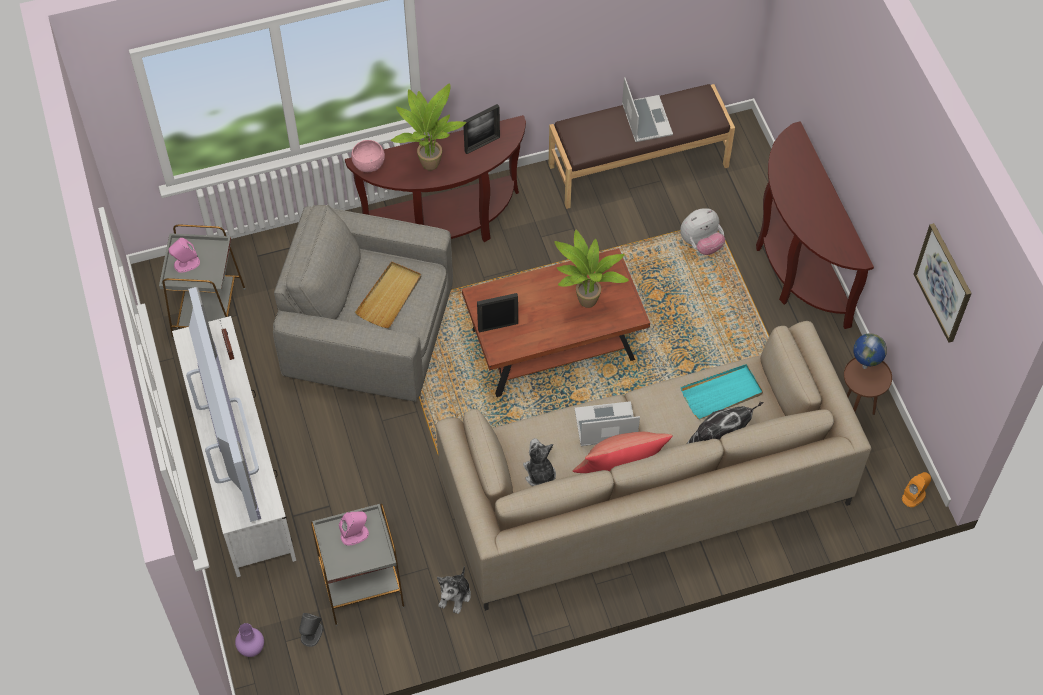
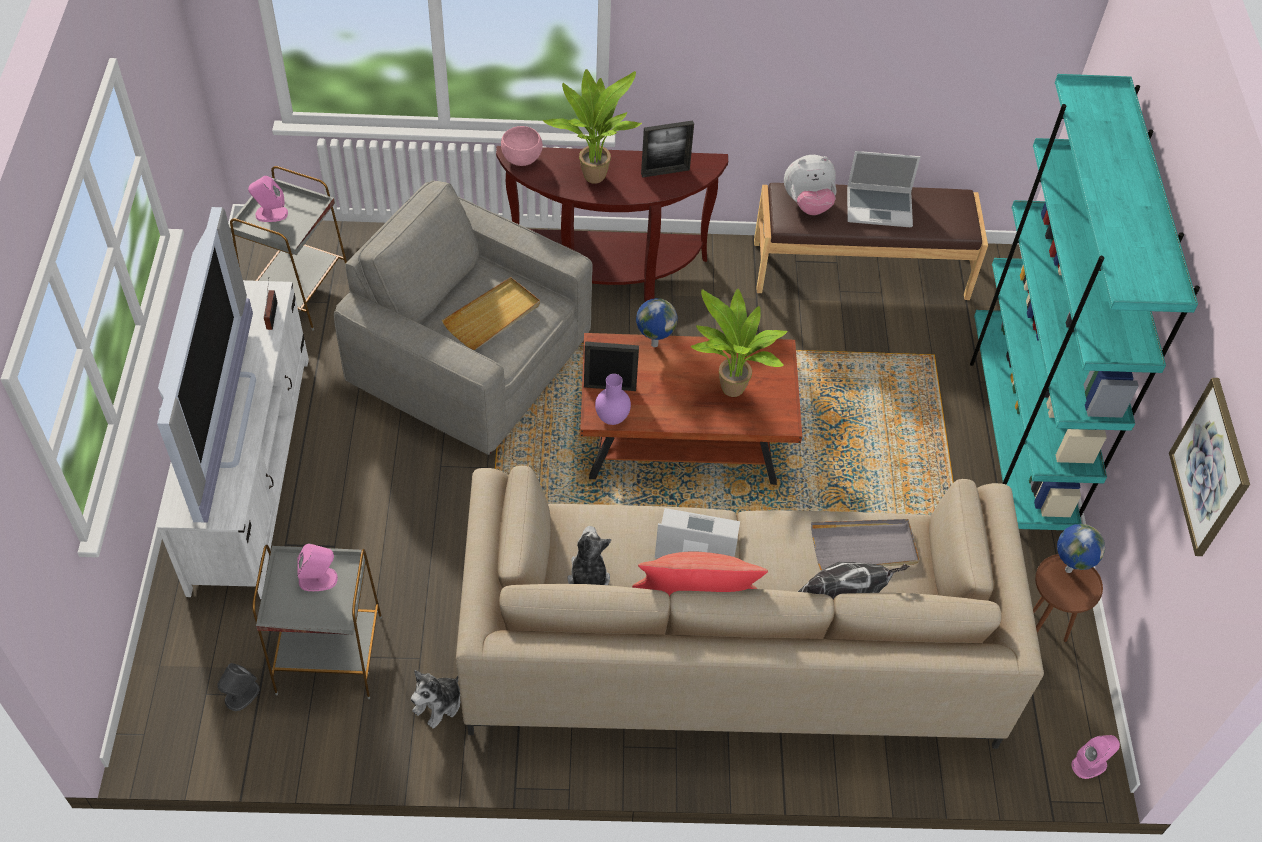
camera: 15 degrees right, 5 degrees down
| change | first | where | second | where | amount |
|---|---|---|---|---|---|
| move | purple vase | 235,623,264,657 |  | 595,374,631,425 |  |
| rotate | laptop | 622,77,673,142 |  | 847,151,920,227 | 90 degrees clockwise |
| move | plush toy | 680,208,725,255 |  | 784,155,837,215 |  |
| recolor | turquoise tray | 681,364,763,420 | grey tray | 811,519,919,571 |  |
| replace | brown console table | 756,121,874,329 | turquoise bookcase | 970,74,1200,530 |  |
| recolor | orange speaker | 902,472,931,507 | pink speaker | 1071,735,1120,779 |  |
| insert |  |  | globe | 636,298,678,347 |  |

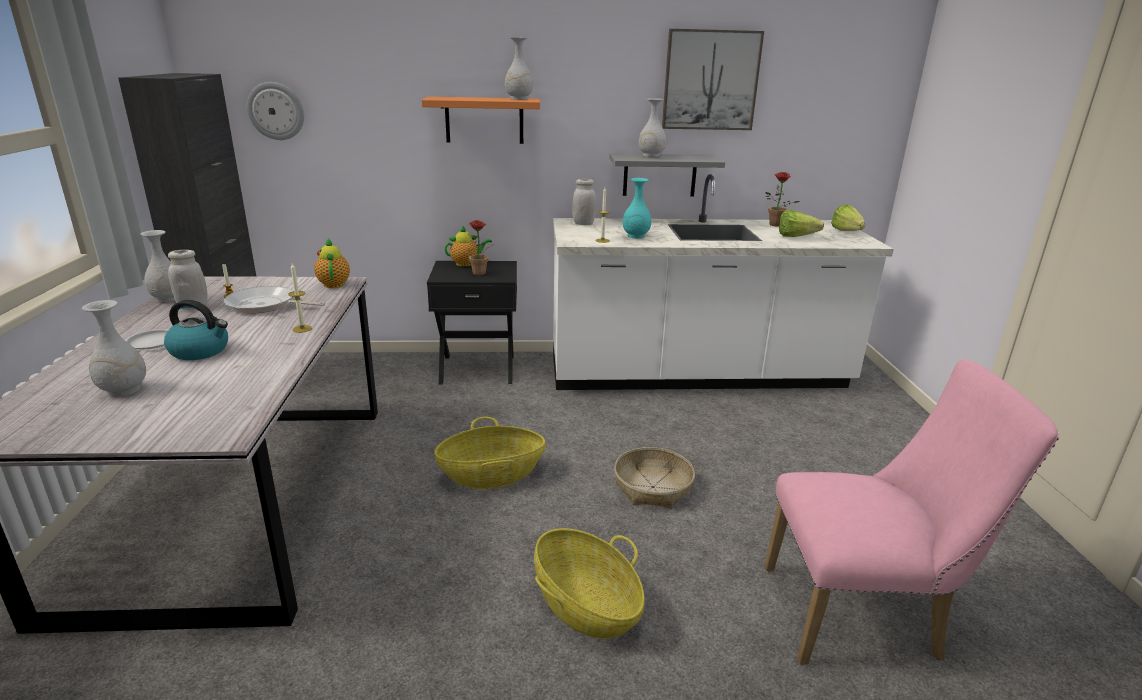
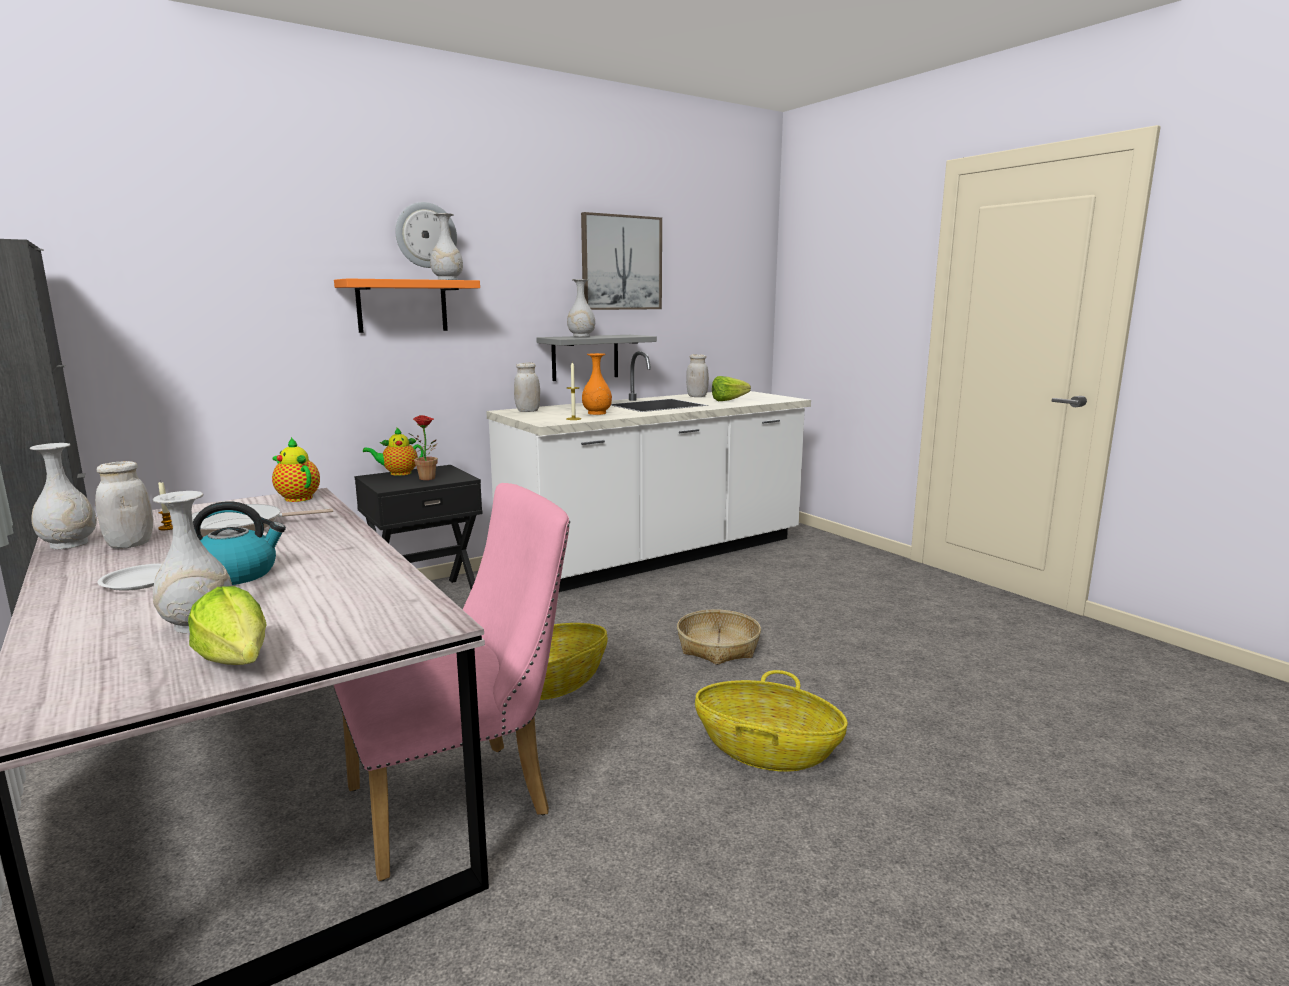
camera: 30 degrees left, 10 degrees down
| change | first | where | second | where | amount |
|---|---|---|---|---|---|
| move | wall clock | 247,82,304,140 |  | 395,202,457,268 |  |
| delete | candle | 288,263,312,333 |  |  |  |
| rotate | teapot | 444,226,492,266 |  | 363,427,424,476 | 150 degrees counterclockwise |
| recolor | turquoise vase | 623,178,651,238 | orange vase | 582,353,612,415 |  |
| replace | potted plant | 765,172,800,226 | white jar | 686,354,709,397 |  |
| move | pink chair | 765,359,1059,665 |  | 334,483,570,881 |  |
| move | lettuce | 831,204,865,231 |  | 188,586,267,665 |  |

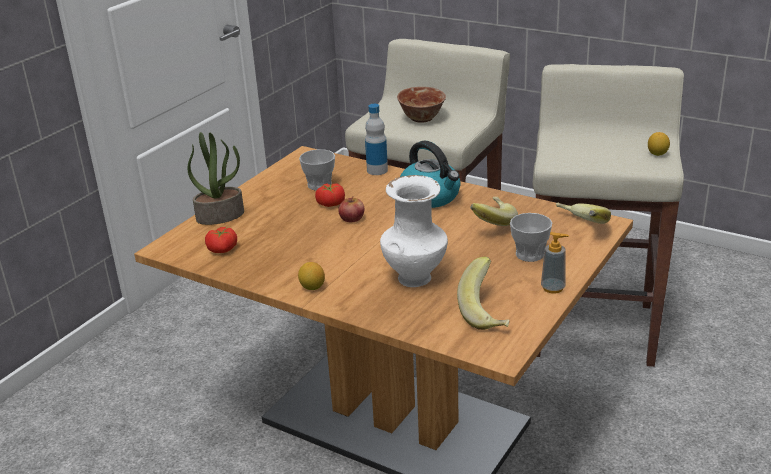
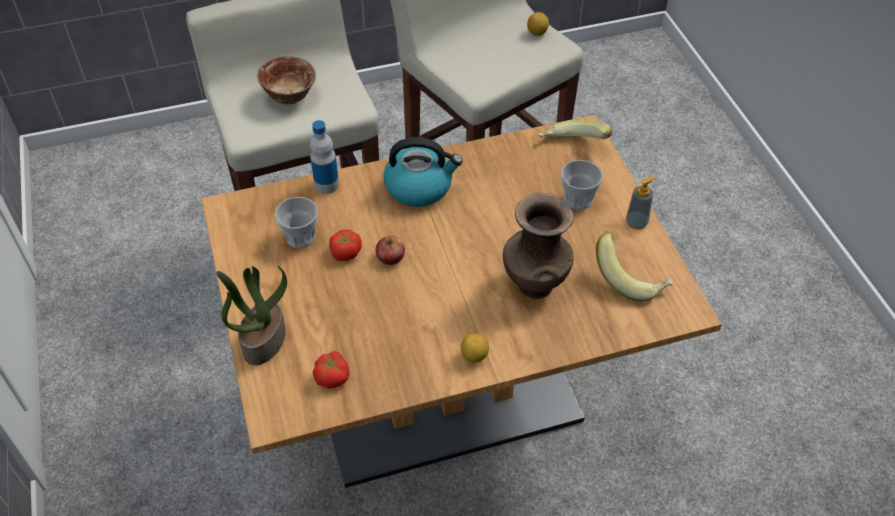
camera: 50 degrees left, 20 degrees up
| change | first | where | second | where | amount |
|---|---|---|---|---|---|
| recolor | white vase | 380,175,448,287 | brown vase | 503,193,574,299 |  |
| delete | banana | 470,197,518,226 |  |  |  |

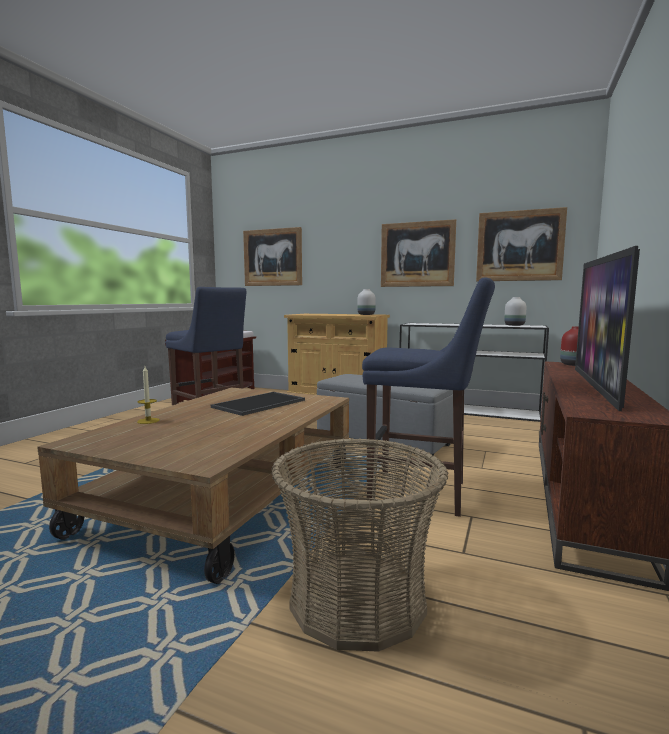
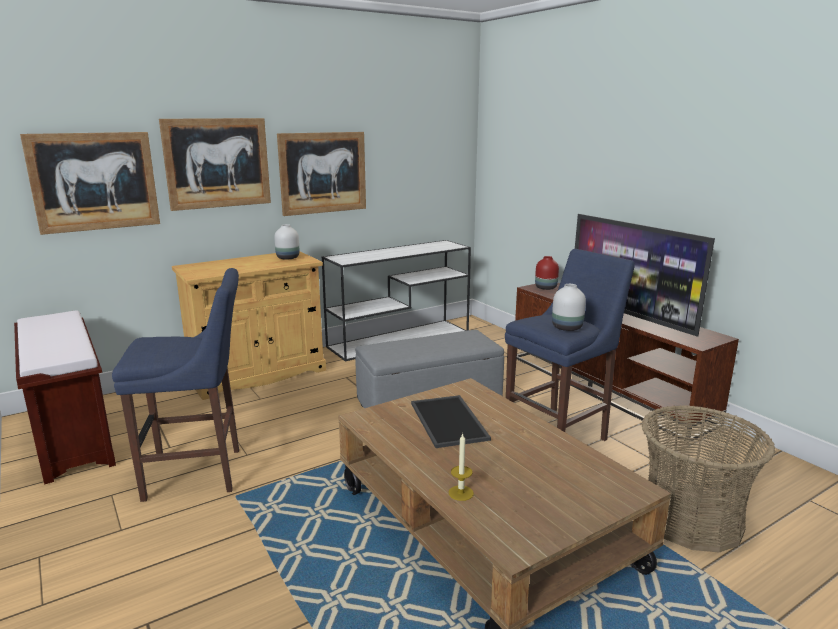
camera: 55 degrees left, 10 degrees up
| change | first | where | second | where | amount |
|---|---|---|---|---|---|
| move | picture | 476,207,567,281 |  | 159,118,271,211 |  |
| move | white vase | 504,297,526,326 |  | 552,284,586,331 |  |

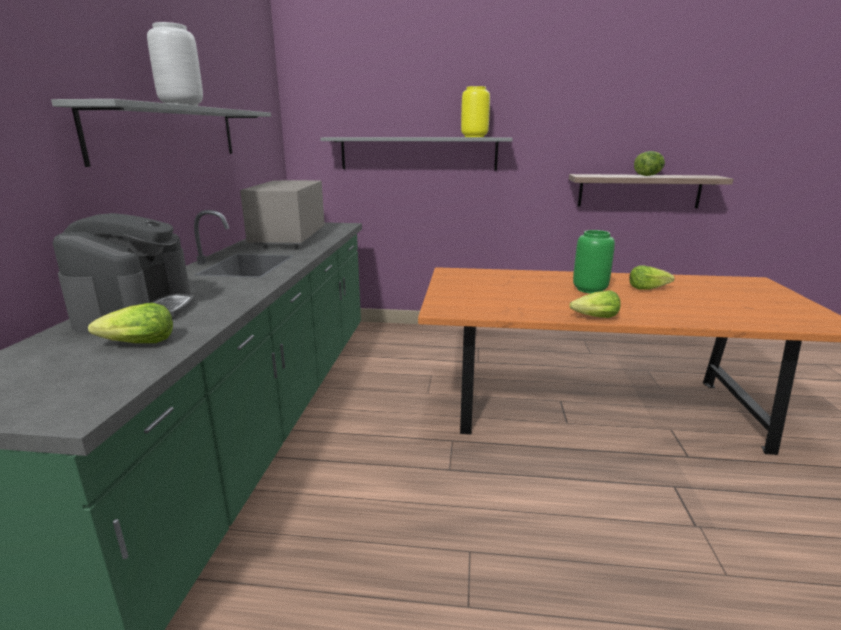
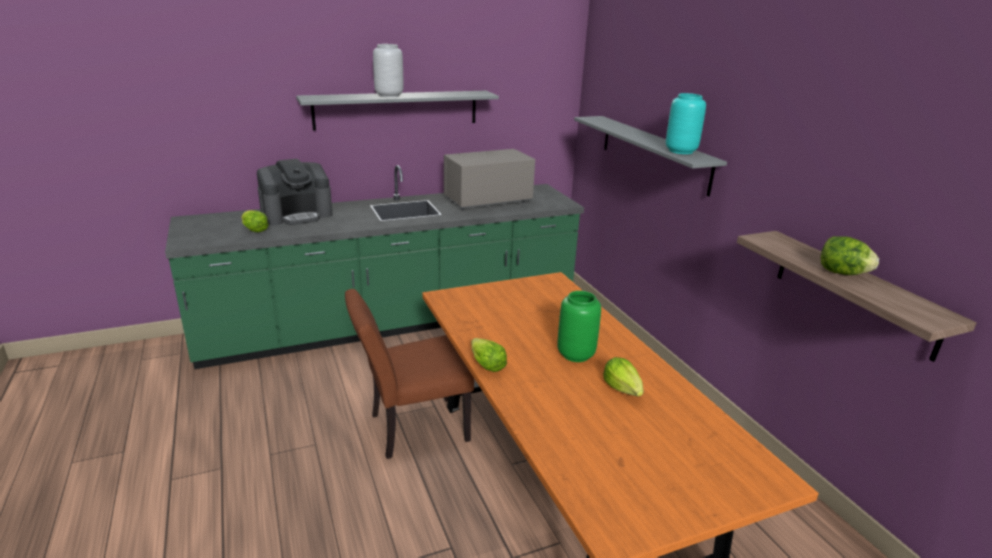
camera: 60 degrees right, 5 degrees up
| change | first | where | second | where | amount |
|---|---|---|---|---|---|
| recolor | yellow vase | 461,86,490,137 | turquoise vase | 666,93,706,154 |  |
| insert |  |  | brown chair | 345,289,474,459 |  |

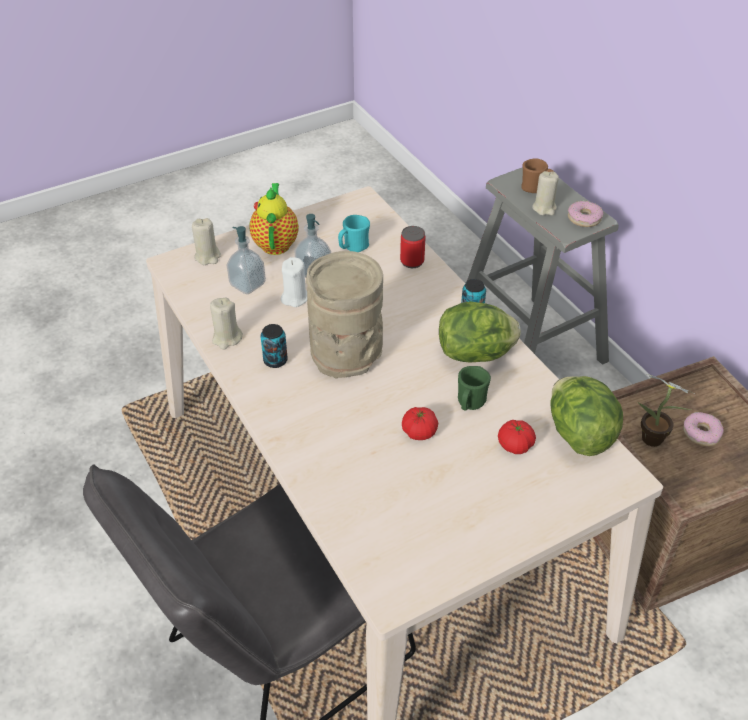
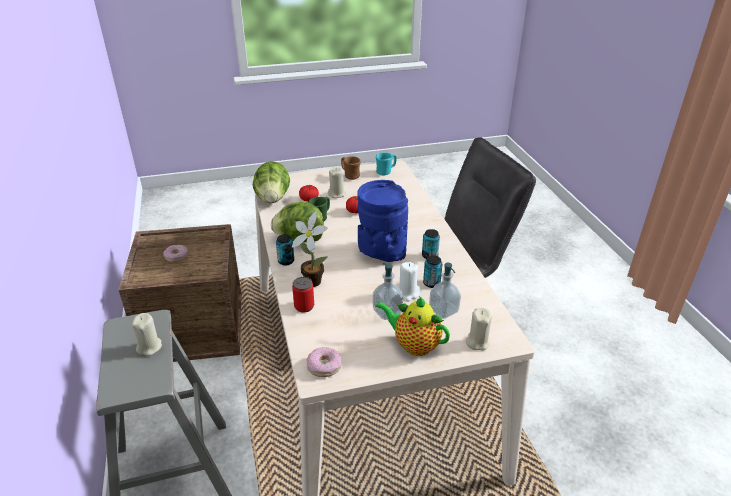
camera: 165 degrees left, 10 degrees down
| change | first | where | second | where | amount |
|---|---|---|---|---|---|
| move | beige candle | 210,298,243,350 |  | 328,167,346,198 |  |
| rotate | teapot | 249,183,299,255 |  | 375,296,450,356 | 105 degrees clockwise |
| recolor | beige vase | 306,251,383,378 | blue vase | 357,180,408,262 |  |
| move | turquoise mug | 338,215,370,252 |  | 376,152,397,175 |  |
| move | brown mug | 521,158,554,193 |  | 341,156,361,180 |  |
| move | donut | 568,201,603,227 |  | 307,347,341,377 |  |
| move | potted plant | 638,374,696,447 |  | 292,211,328,287 |  |
| insert |  |  | can | 423,255,442,288 |  |

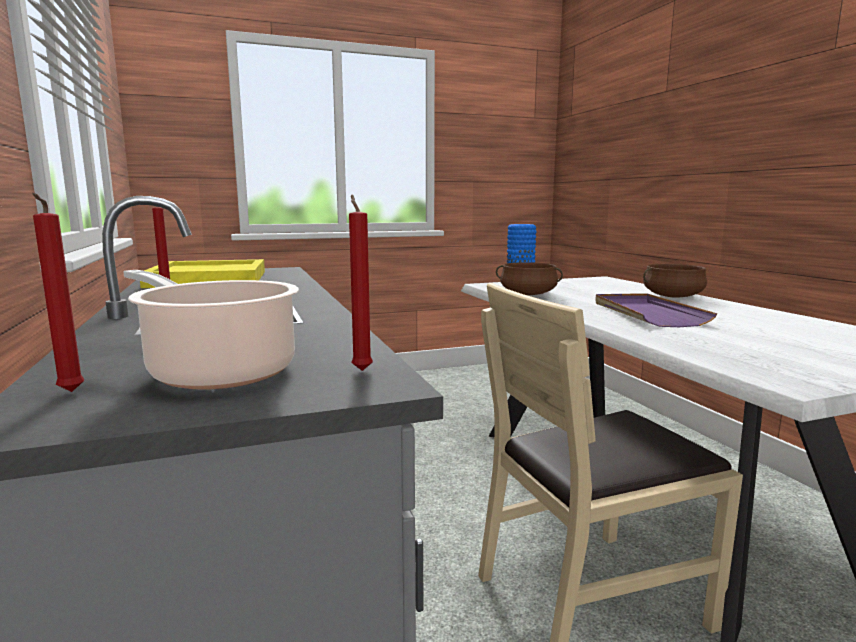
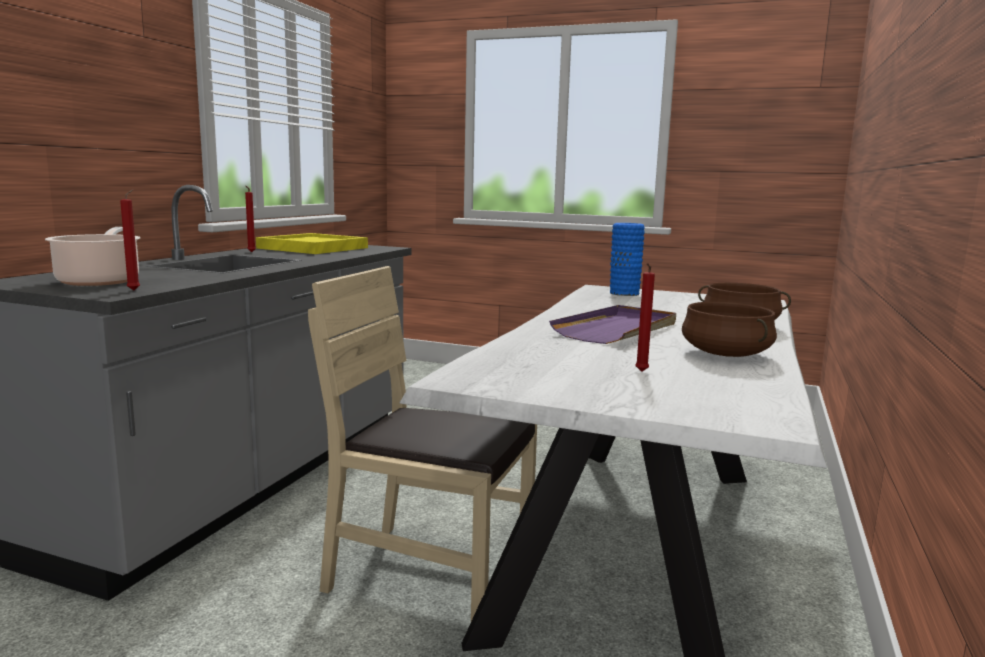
camera: 40 degrees right, 0 degrees up
| change | first | where | second | where | amount |
|---|---|---|---|---|---|
| move | red candle | 32,193,85,392 |  | 635,263,655,372 |  |
| move | brown cooking pot | 496,262,563,295 |  | 682,302,777,357 |  |

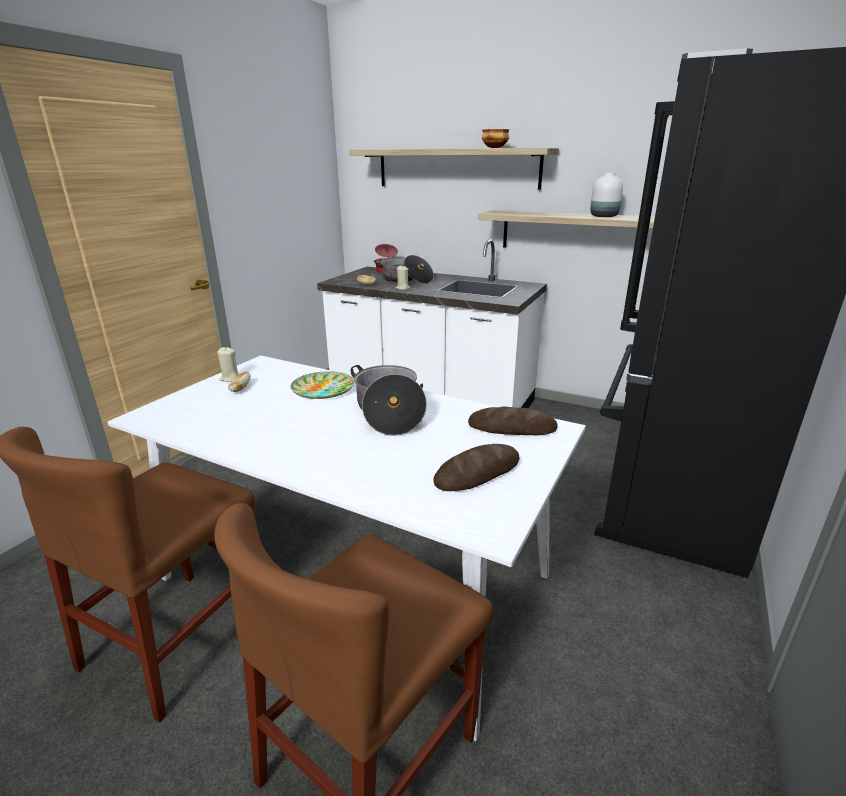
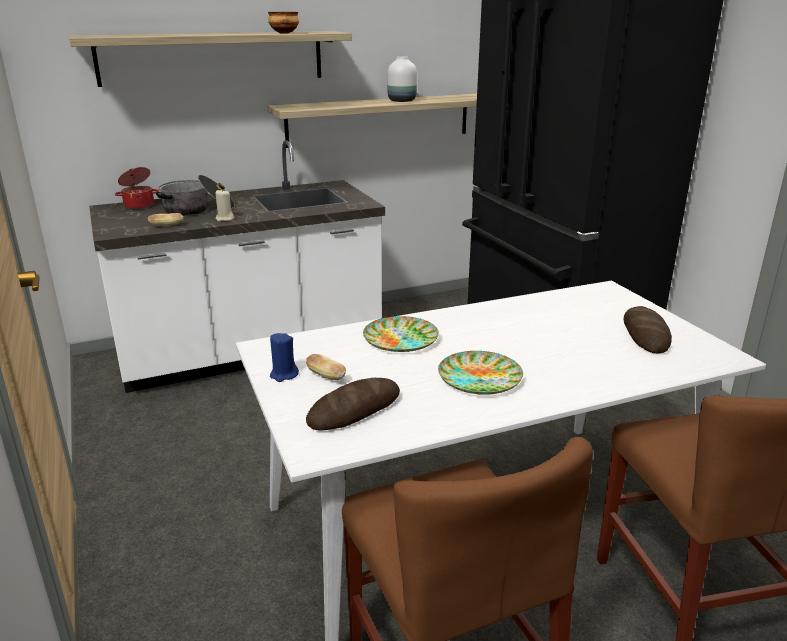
camera: 50 degrees left, 0 degrees up
| change | first | where | second | where | amount |
|---|---|---|---|---|---|
| recolor | beige candle | 218,347,239,382 | blue candle | 270,333,299,382 |  |
| delete | cooking pot | 351,365,427,436 |  |  |  |
| move | bread | 468,407,558,435 |  | 306,378,400,431 |  |
| insert |  |  | plate | 438,351,523,395 |  |

